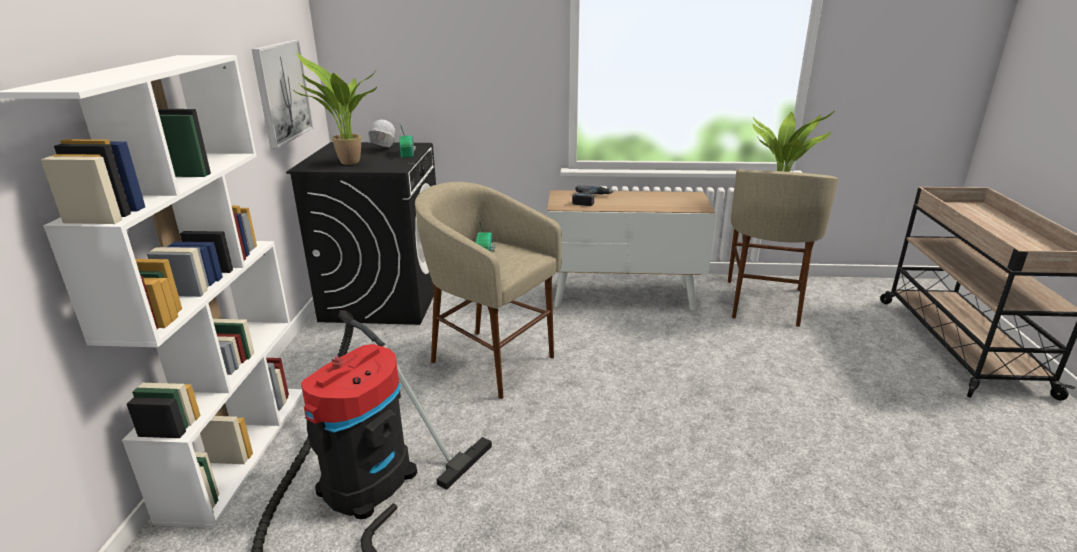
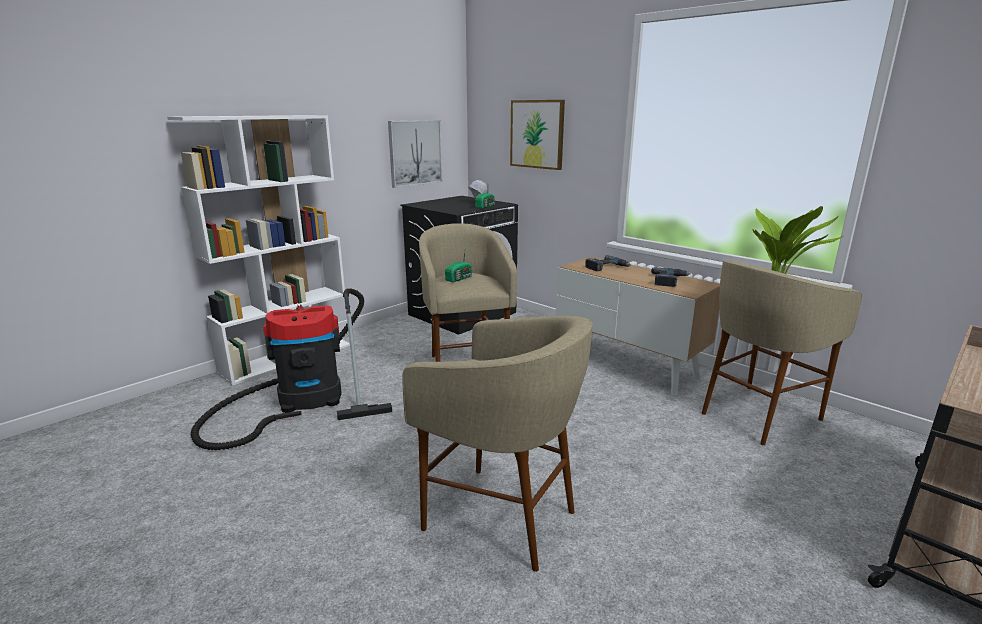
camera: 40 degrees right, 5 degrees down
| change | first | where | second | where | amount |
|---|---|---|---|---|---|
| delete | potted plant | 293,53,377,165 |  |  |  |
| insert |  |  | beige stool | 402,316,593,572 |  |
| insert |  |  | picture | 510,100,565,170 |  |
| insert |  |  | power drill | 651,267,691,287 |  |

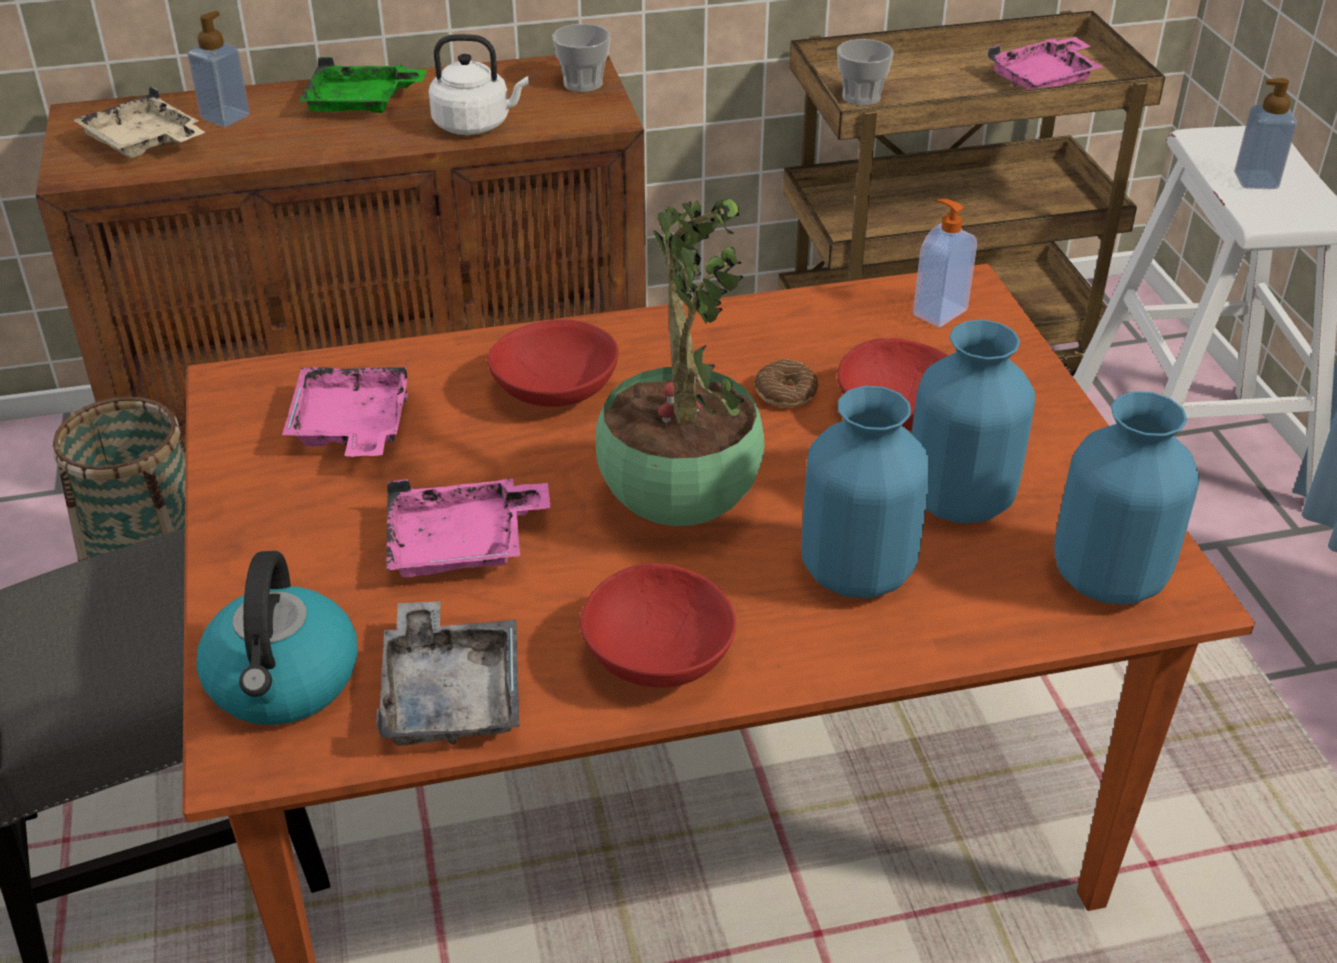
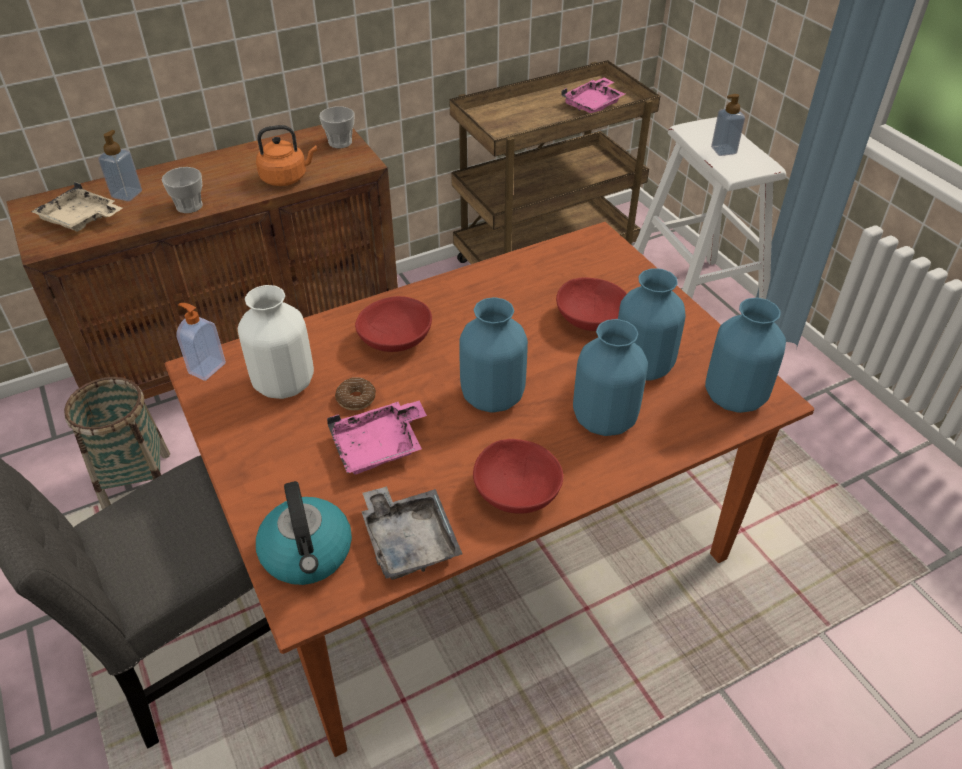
camera: 15 degrees left, 5 degrees up
| change | first | where | second | where | amount |
|---|---|---|---|---|---|
| replace | pink tray | 282,361,408,457 | white vase | 238,285,314,399 |  |
| delete | green tray | 298,57,427,113 |  |  |  |
| recolor | white kettle | 428,34,529,135 | orange kettle | 256,125,317,186 |  |
| replace | potted plant | 596,199,765,526 | blue vase | 459,297,528,413 |  |
| move | donut | 754,359,818,407 |  | 335,377,376,410 |  |
| move | cup | 837,39,894,106 |  | 162,167,203,213 |  |
| move | soap dispenser | 913,199,977,327 |  | 176,303,226,381 |  |

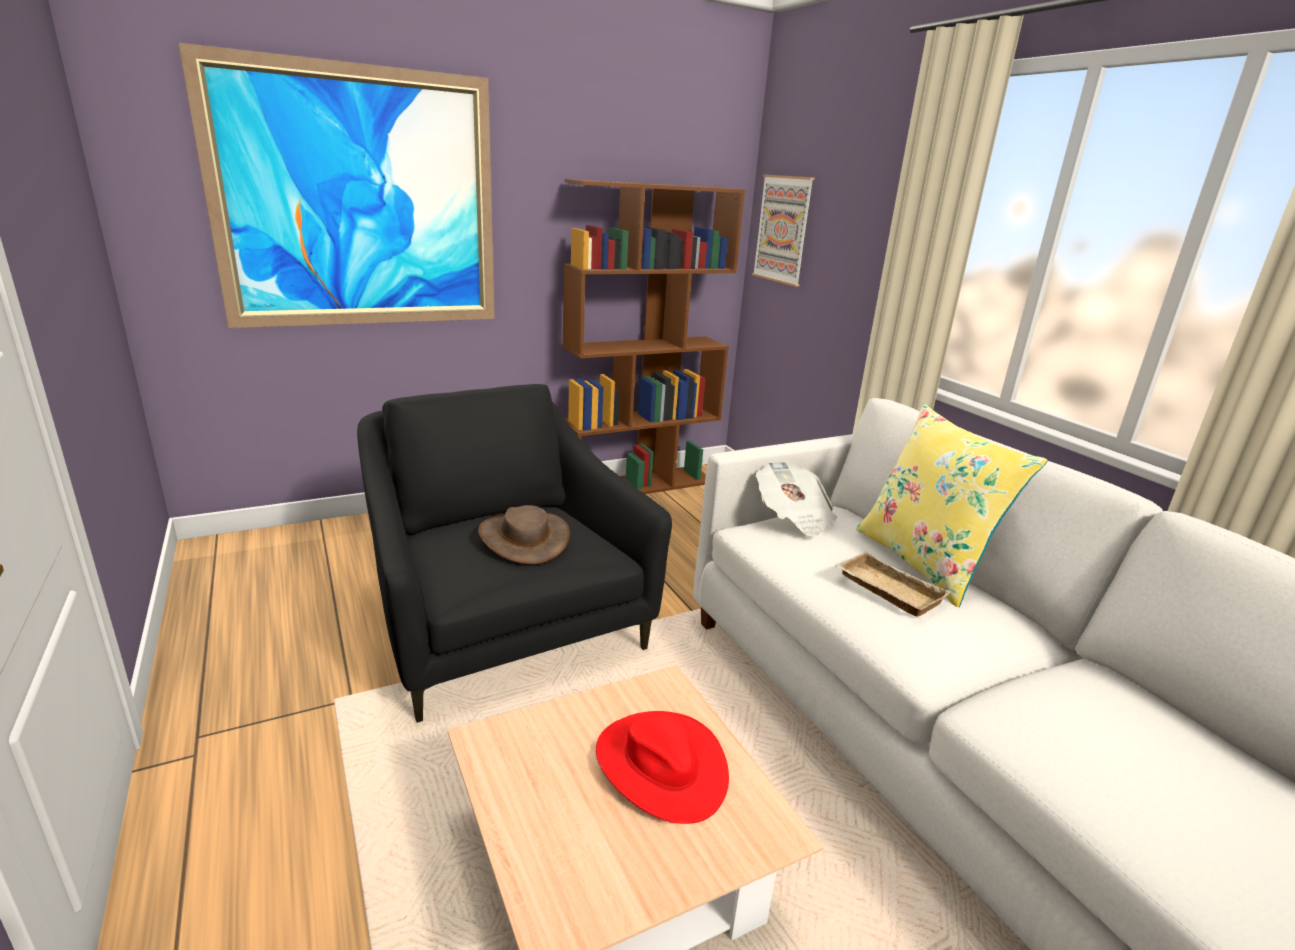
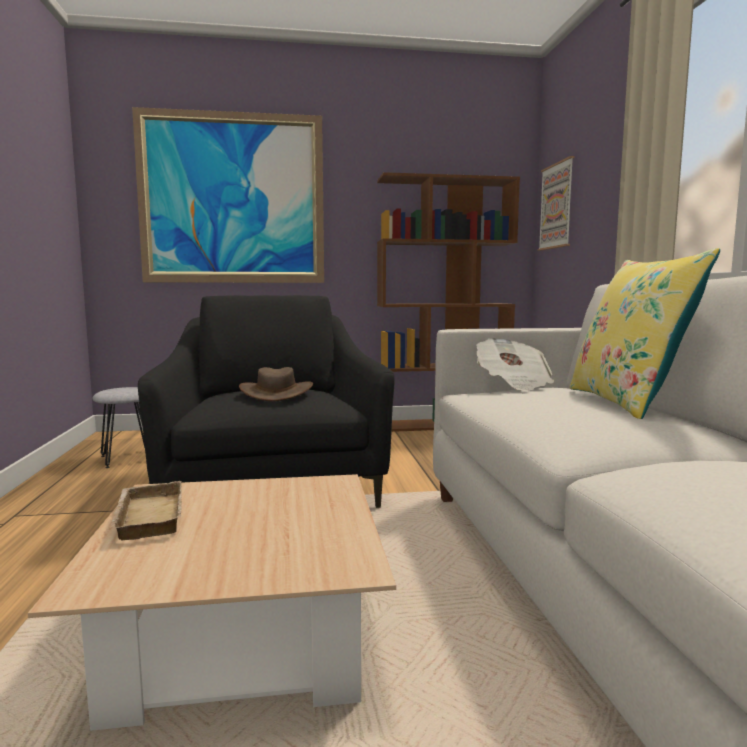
camera: 20 degrees right, 15 degrees down
| change | first | where | second | where | amount |
|---|---|---|---|---|---|
| delete | red hat | 596,711,729,824 |  |  |  |
| move | beige tray | 835,551,950,617 |  | 110,481,182,540 |  |
| insert |  |  | grey stool | 92,387,145,468 |  |

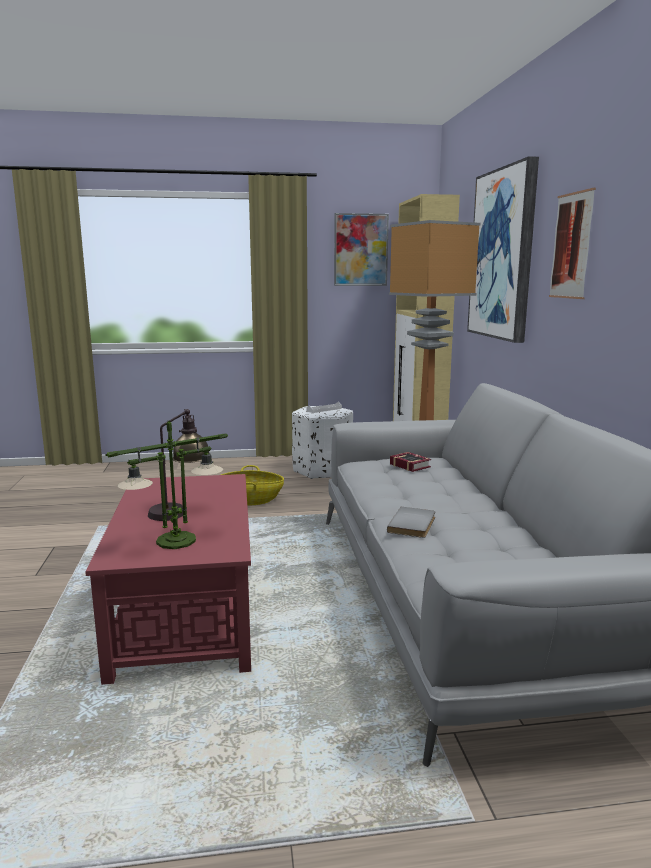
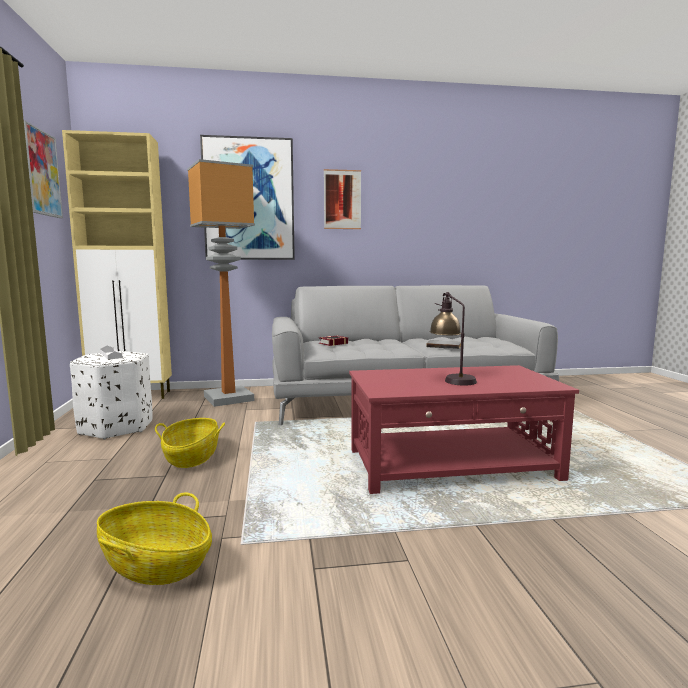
camera: 90 degrees left, 5 degrees down
| change | first | where | second | where | amount |
|---|---|---|---|---|---|
| delete | table lamp | 106,421,228,549 |  |  |  |
| insert |  |  | basket | 97,493,212,585 |  |

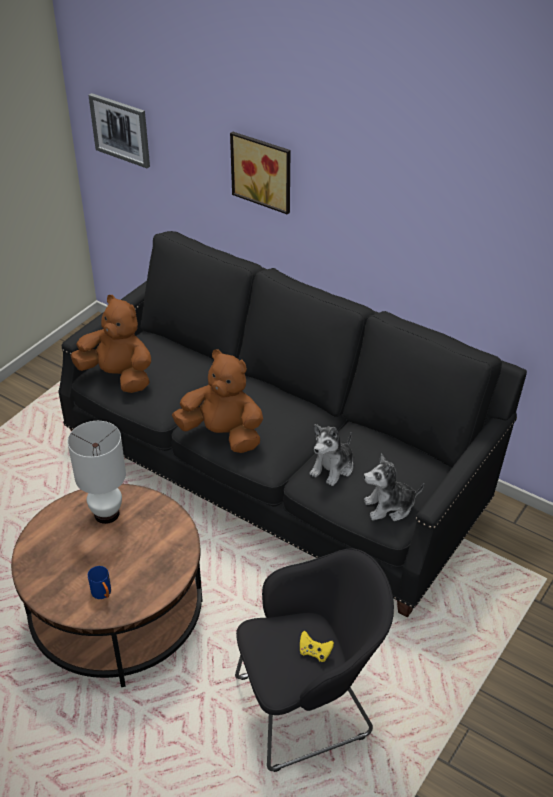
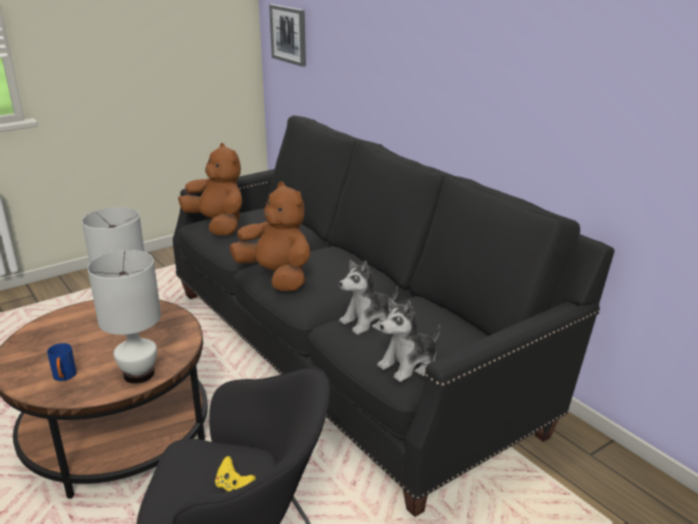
camera: 20 degrees right, 15 degrees down
| change | first | where | second | where | amount |
|---|---|---|---|---|---|
| delete | picture | 230,131,291,215 |  |  |  |
| rotate | plush toy | 364,453,424,521 |  | 377,298,440,382 | 45 degrees counterclockwise |
| insert |  |  | white table lamp | 87,250,161,384 |  |

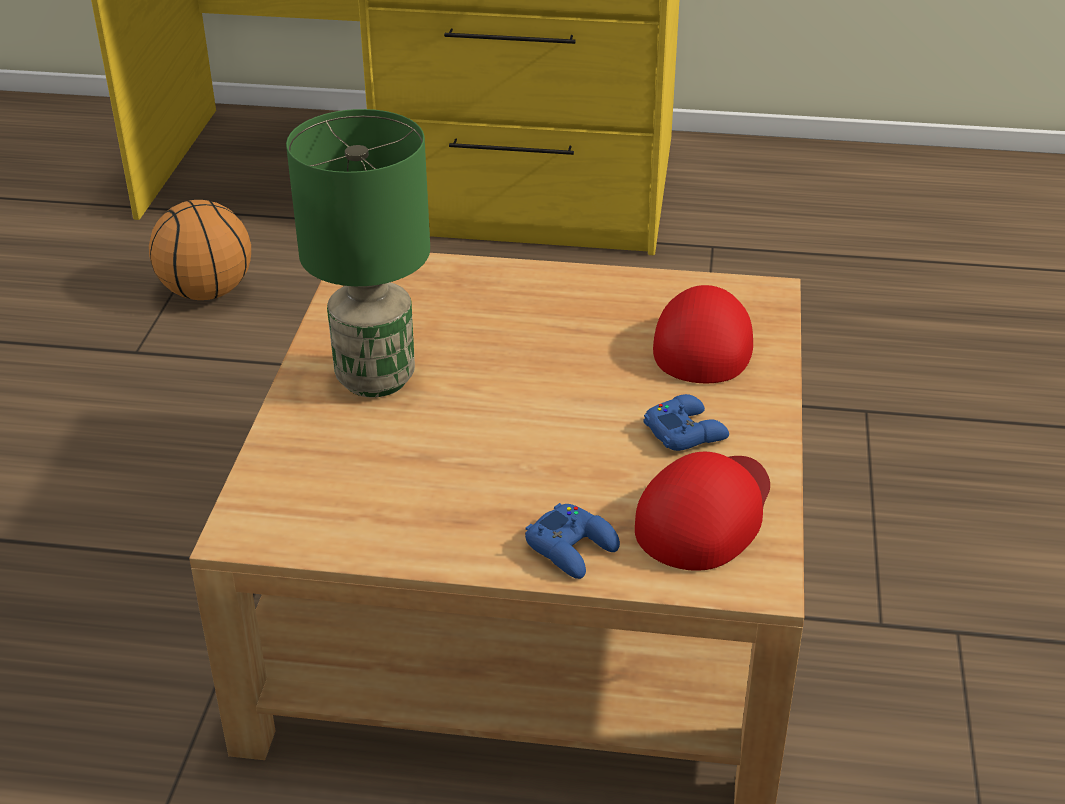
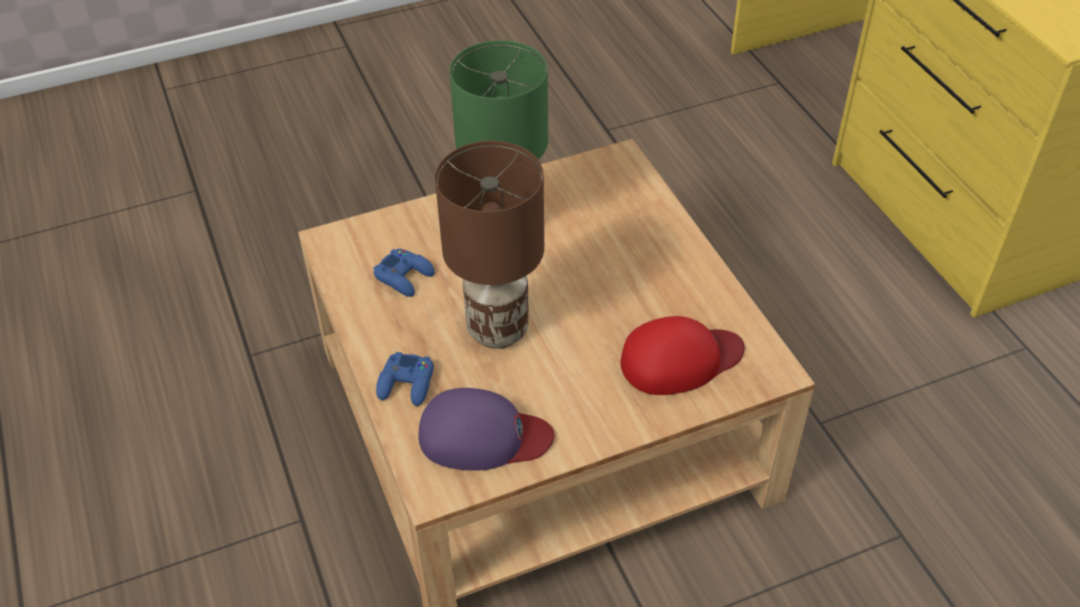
camera: 60 degrees right, 10 degrees up
| change | first | where | second | where | amount |
|---|---|---|---|---|---|
| delete | basketball | 149,200,251,300 |  |  |  |
| recolor | red cap | 635,451,770,571 | purple cap | 418,388,554,471 |  |
| move | blue game controller | 643,394,729,451 |  | 373,249,435,297 |  |
| insert |  |  | brown table lamp | 435,141,544,349 |  |

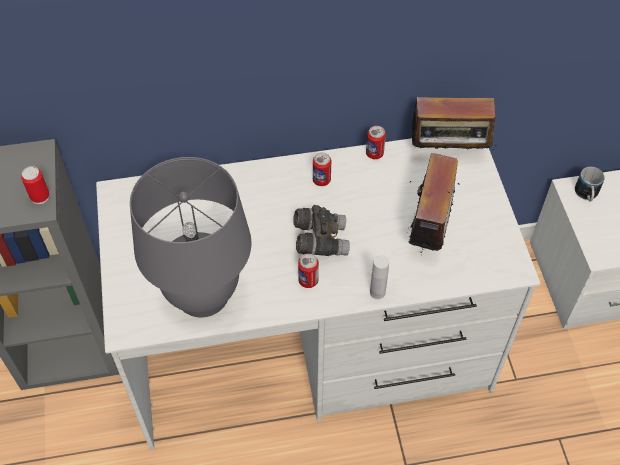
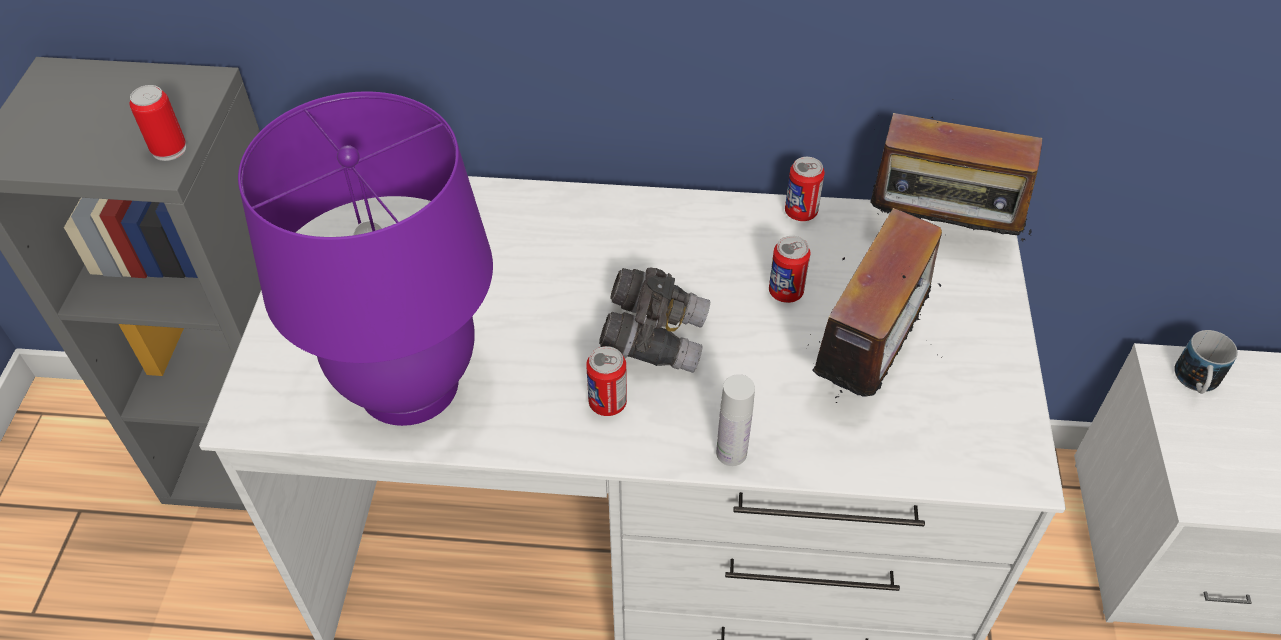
camera: 15 degrees right, 5 degrees down
| change | first | where | second | where | amount |
|---|---|---|---|---|---|
| recolor | grey table lamp | 130,157,251,317 | purple table lamp | 238,92,493,426 |  |
| move | can | 313,152,331,186 |  | 769,236,810,303 |  |

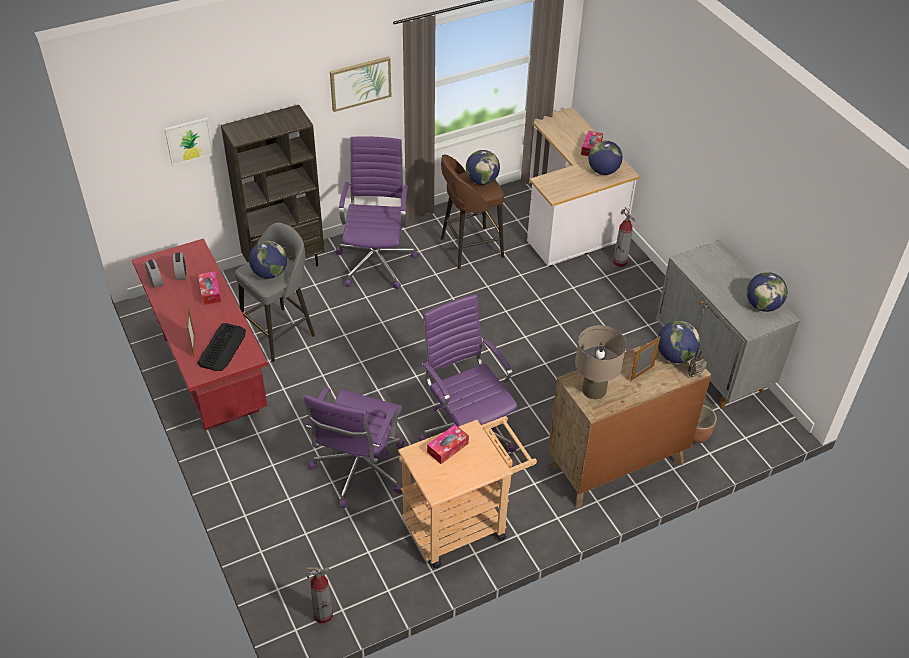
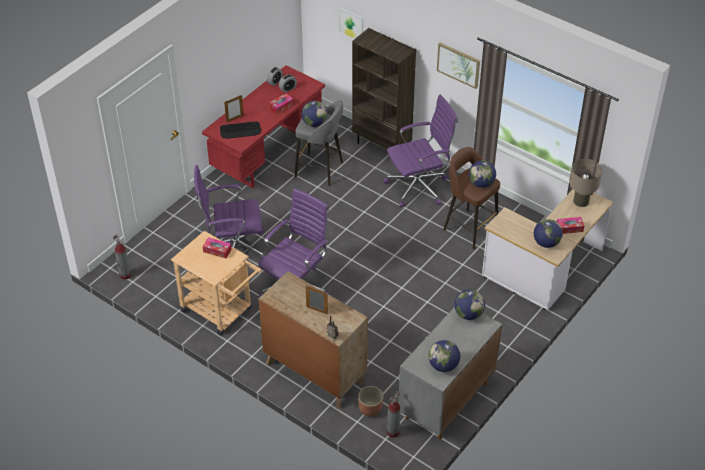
camera: 65 degrees right, 0 degrees up
| change | first | where | second | where | amount |
|---|---|---|---|---|---|
| move | beige table lamp | 575,325,626,399 |  | 570,159,602,207 |  |
| move | fire extinguisher | 613,207,635,267 |  | 387,391,400,438 |  |
| move | globe | 658,321,700,363 |  | 454,289,485,320 |  |

